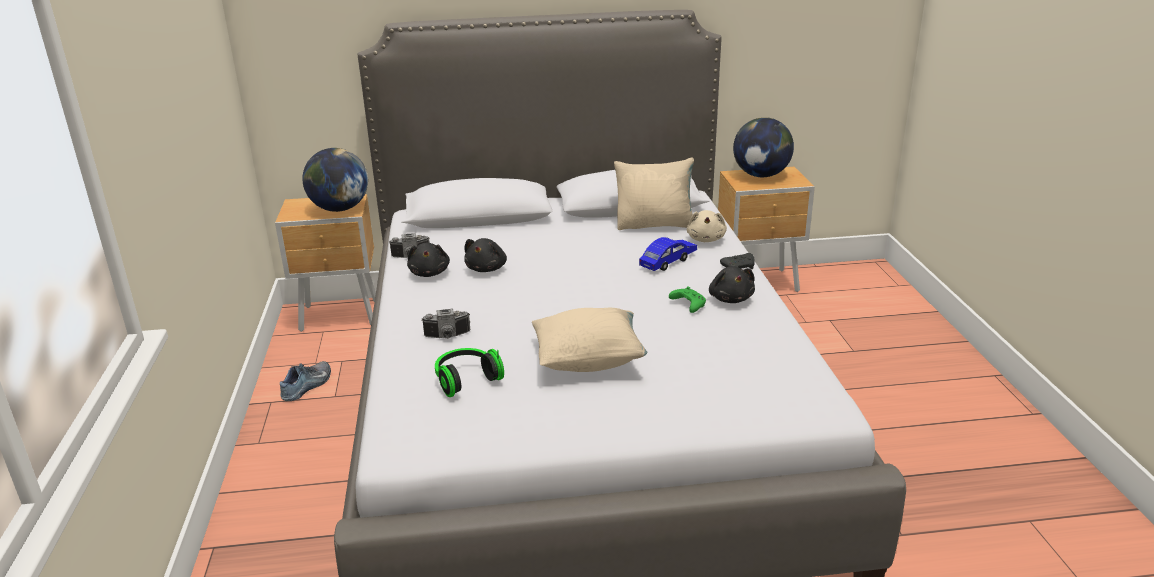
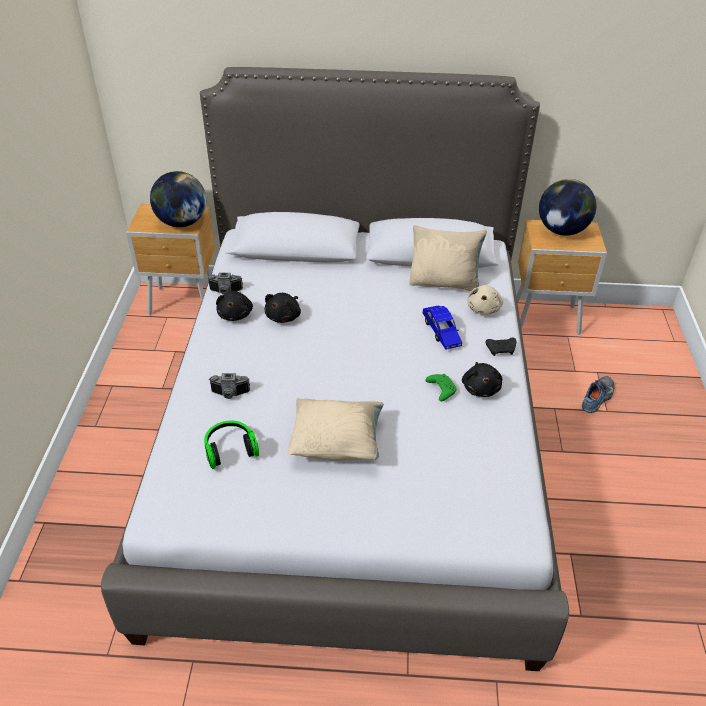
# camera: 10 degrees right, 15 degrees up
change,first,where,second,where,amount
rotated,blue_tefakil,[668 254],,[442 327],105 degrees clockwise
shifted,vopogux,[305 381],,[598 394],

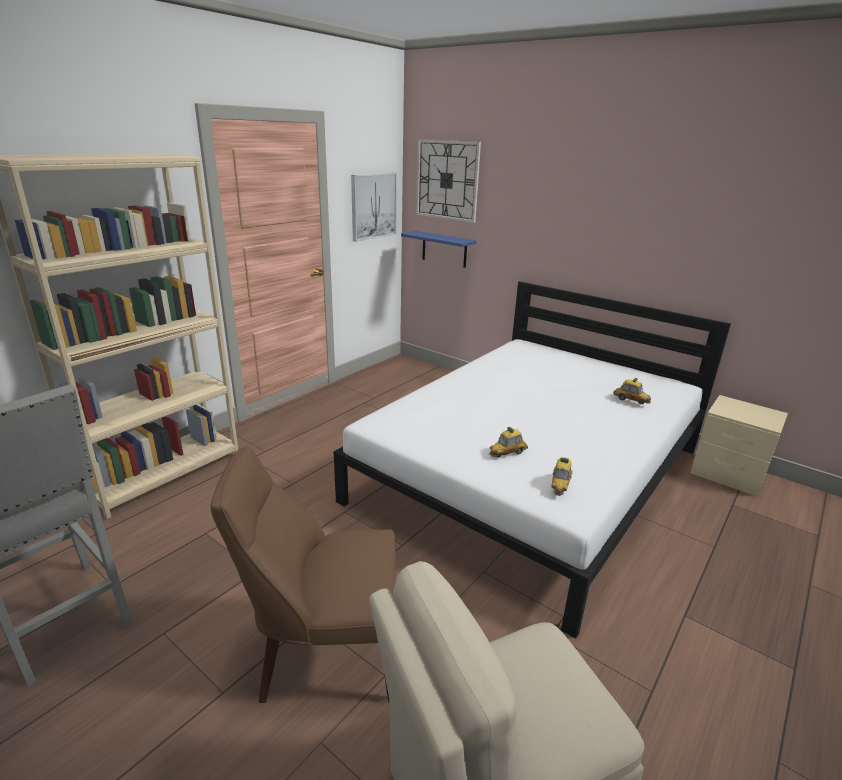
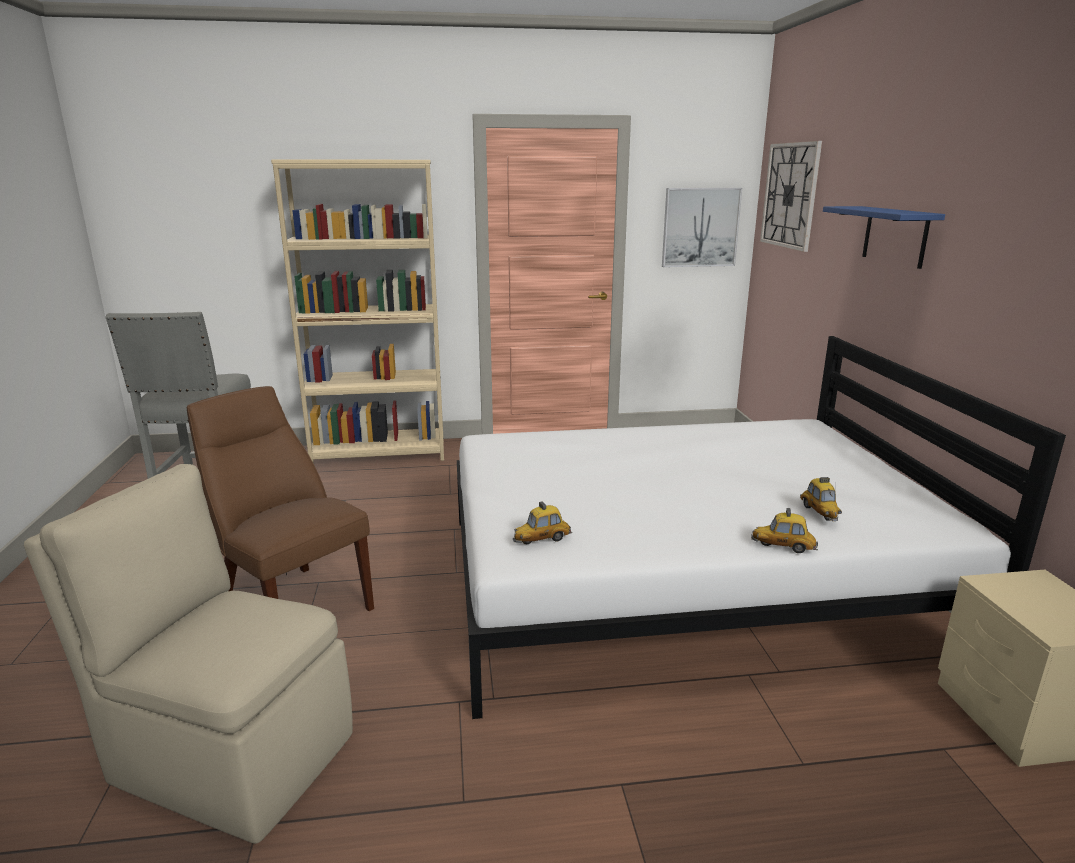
# camera: 45 degrees right, 5 degrees down
change,first,where,second,where,amount
shifted,tefakil,[508 442],,[784 530],
shifted,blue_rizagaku,[439 249],,[884 237],

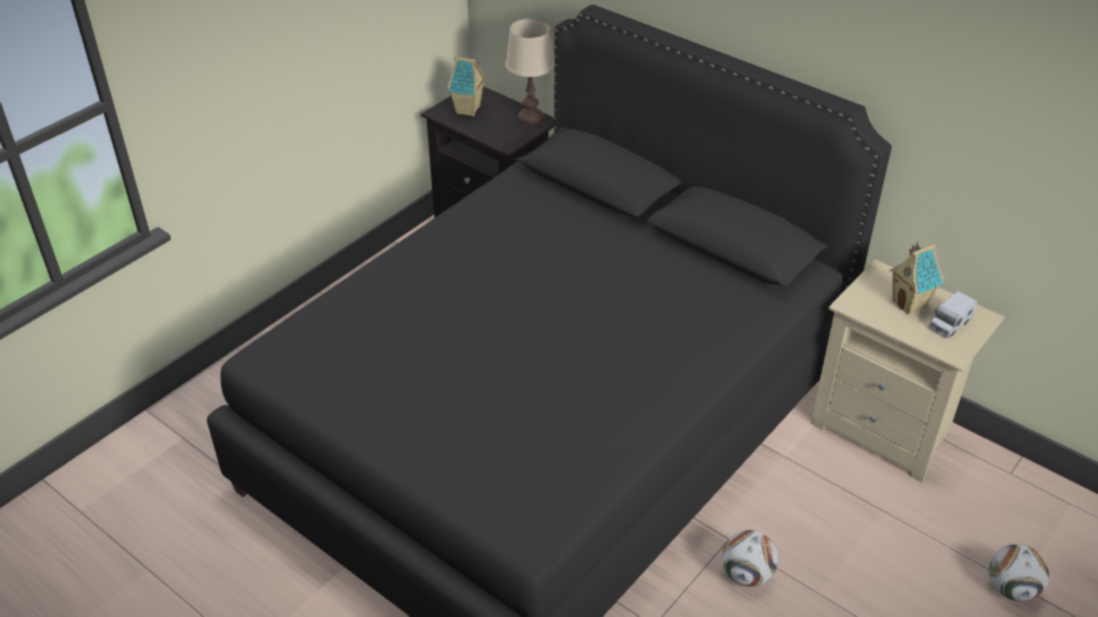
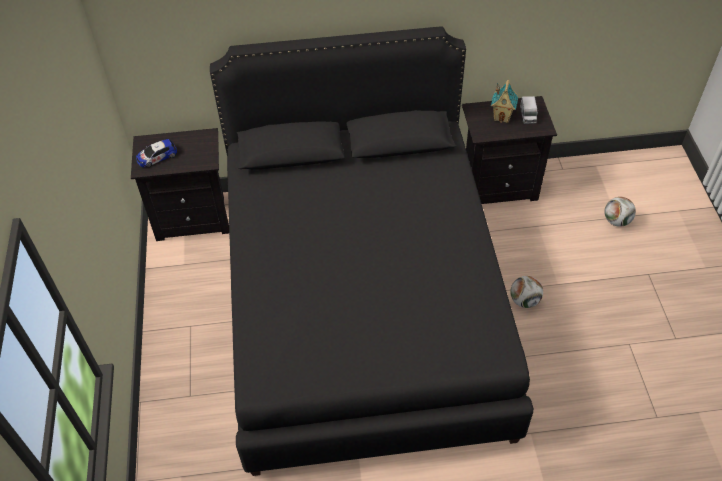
# camera: 45 degrees left, 10 degrees up
change,first,where,second,where,amount
swapped,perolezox,[466 86],tefakil,[156 153],
repainted,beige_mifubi,[908 371],black_mifubi,[509 150],
gone,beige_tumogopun,[529 72],,,

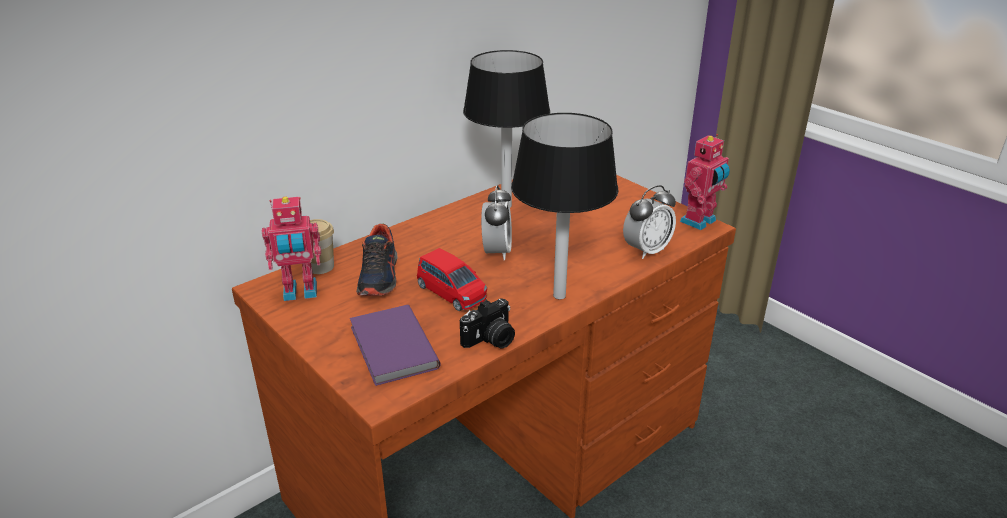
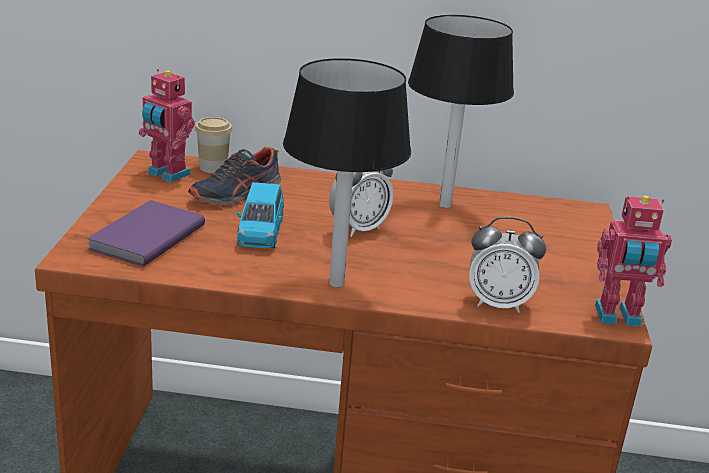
# camera: 45 degrees right, 5 degrees down
change,first,where,second,where,amount
repainted,red_tefakil,[452 279],blue_tefakil,[260 215],
gone,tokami,[487 323],,,

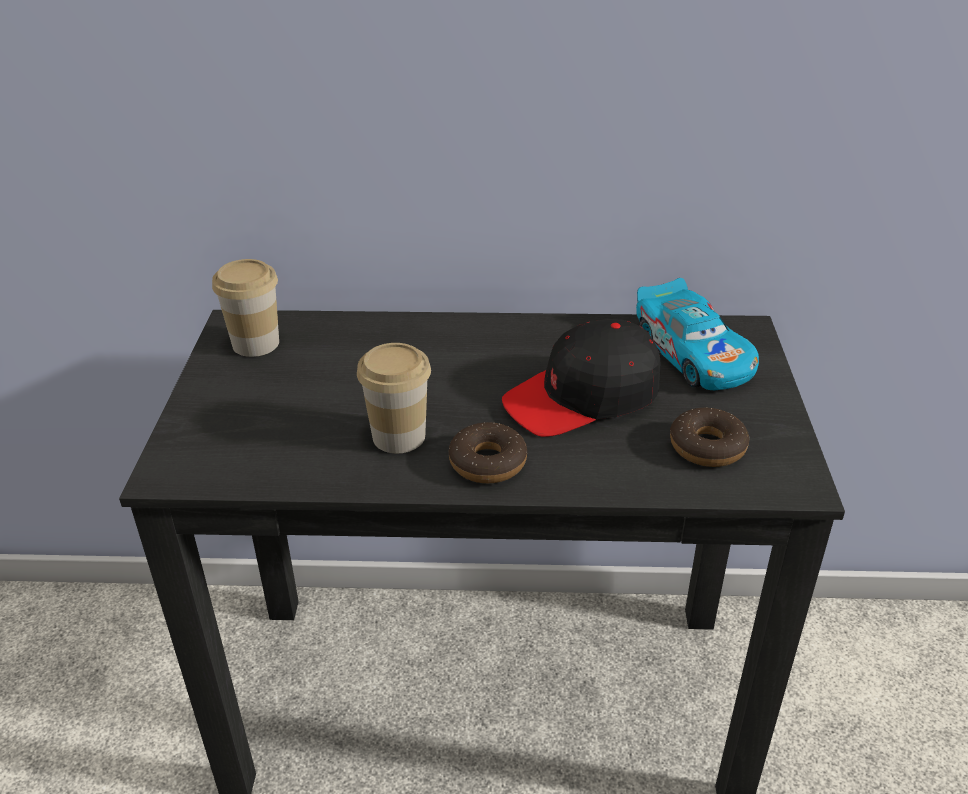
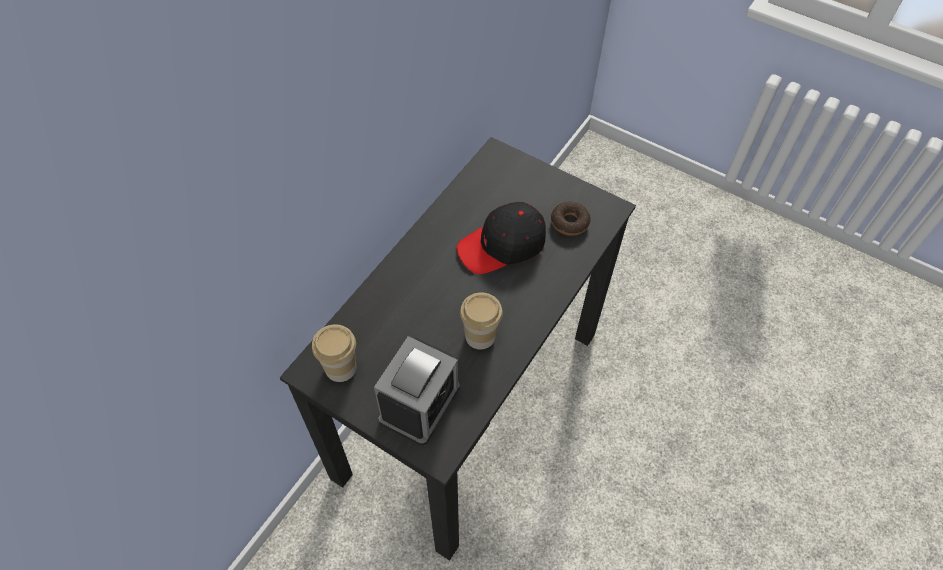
# camera: 60 degrees left, 20 degrees up
change,first,where,second,where,amount
new,,,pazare,[417 391],
rotated,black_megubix,[581 378],,[501 238],60 degrees clockwise
gone,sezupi,[488 452],,,
gone,tefakil,[697 334],,,

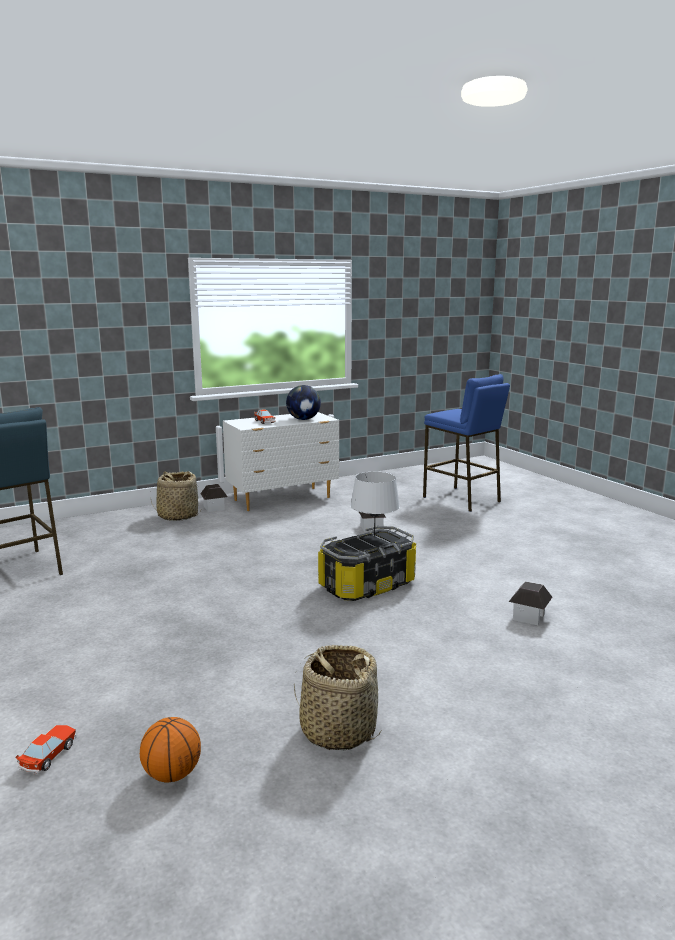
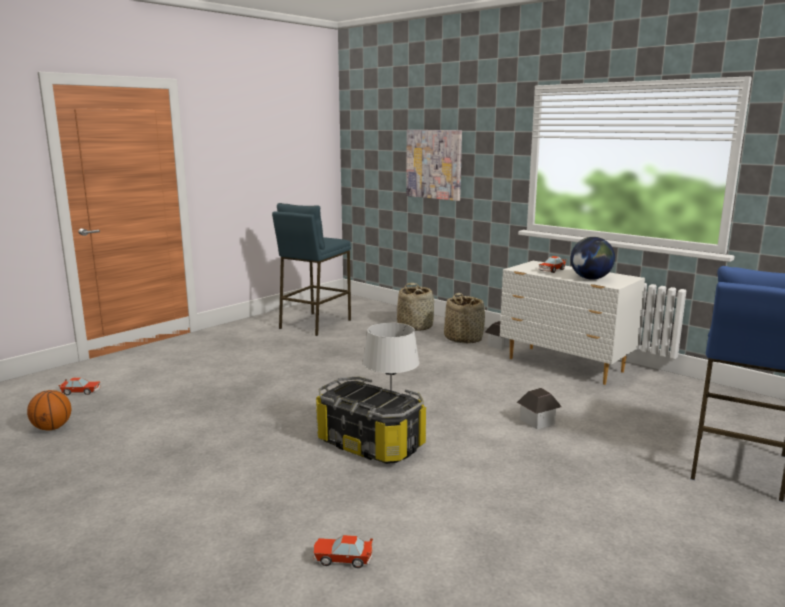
# camera: 70 degrees right, 0 degrees up
change,first,where,second,where,amount
swapped,perolezox,[530 603],tefakil,[344 551],
shifted,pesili,[337 697],,[415 307],
new,,,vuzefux,[434 165],

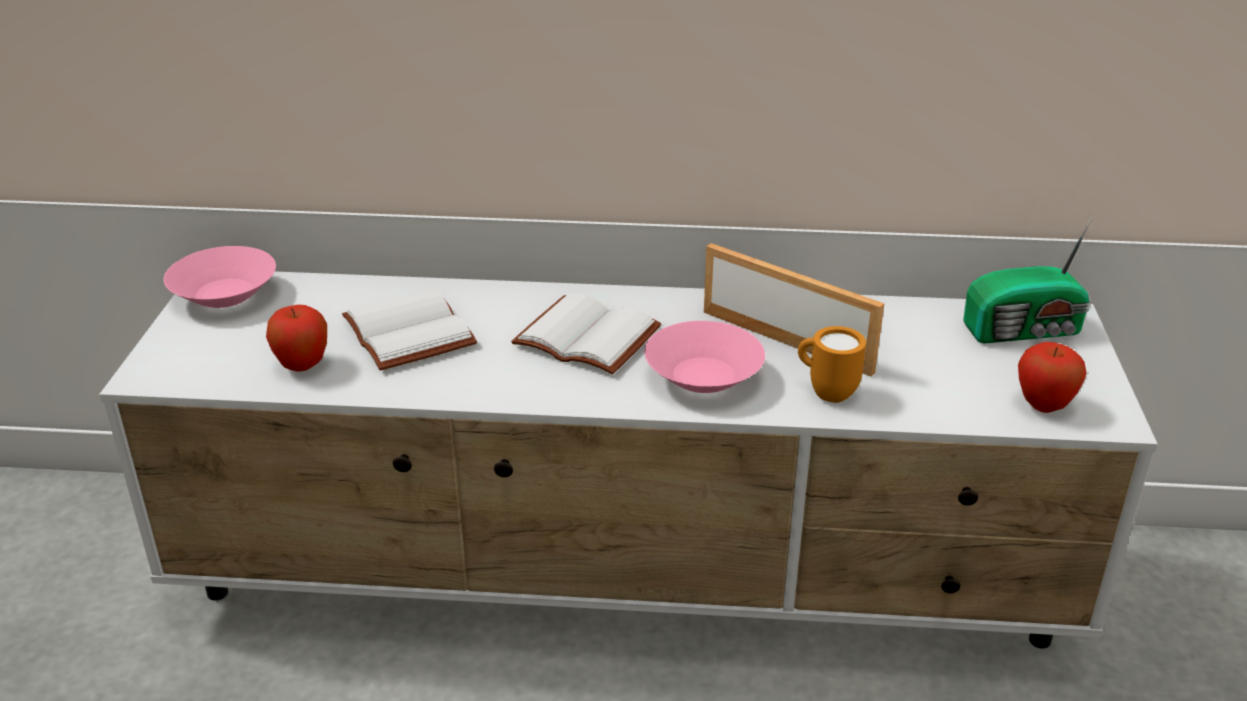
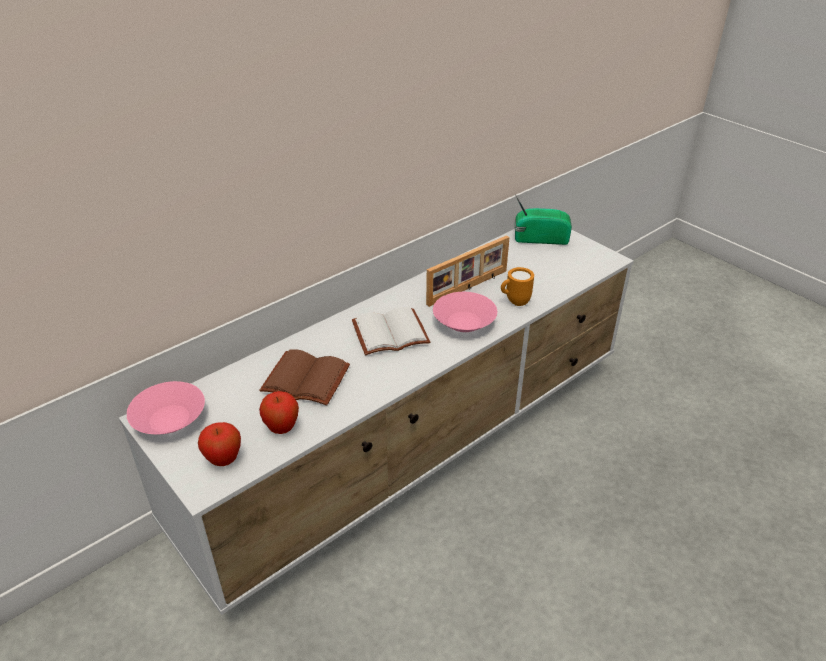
# camera: 45 degrees left, 5 degrees up
change,first,where,second,where,amount
shifted,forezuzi,[1052 377],,[219 444],
repainted,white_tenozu,[409 329],brown_tenozu,[305 377],
rotated,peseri,[794 310],,[468 271],150 degrees clockwise
rotated,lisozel,[1028 280],,[543 219],120 degrees counterclockwise

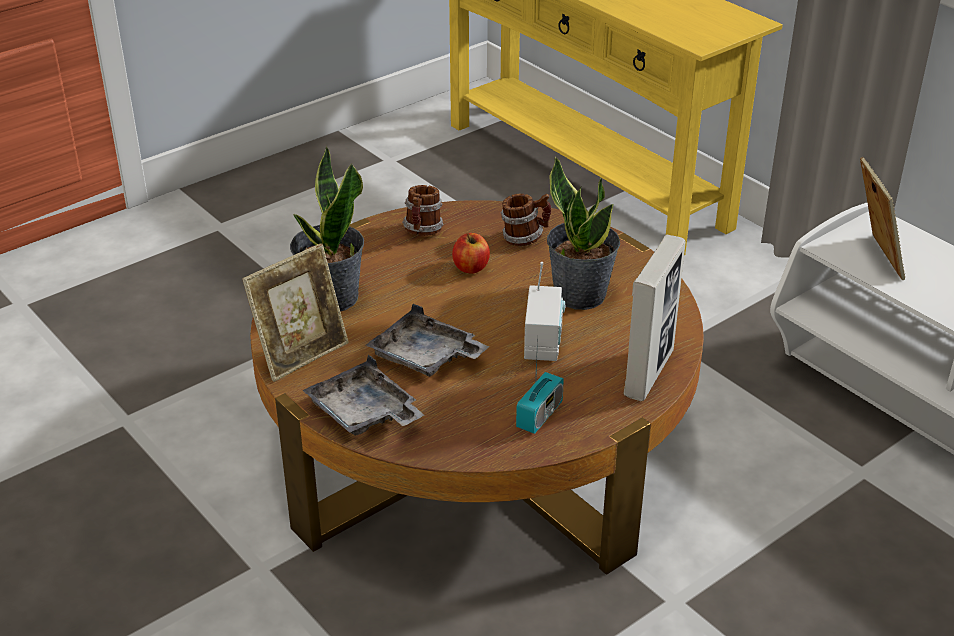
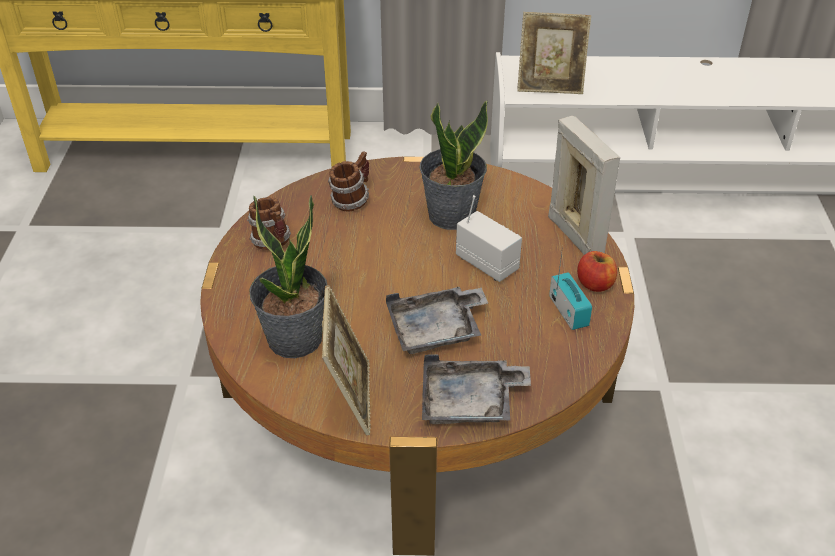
# camera: 50 degrees left, 5 degrees up
change,first,where,second,where,amount
rotated,peseri,[882 218],,[554 53],150 degrees clockwise
shifted,forezuzi,[471 253],,[597 271],

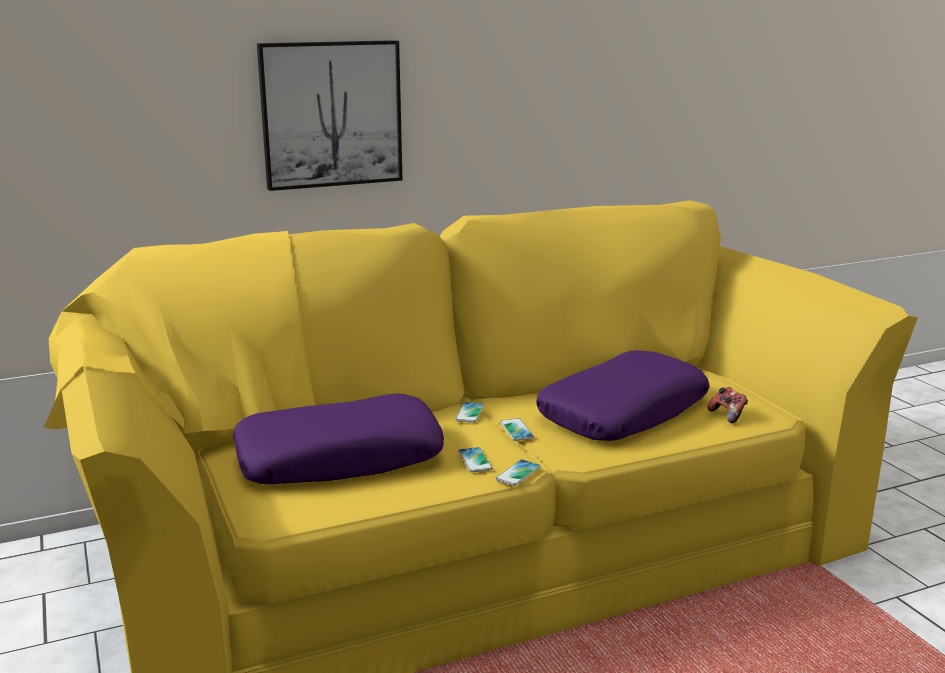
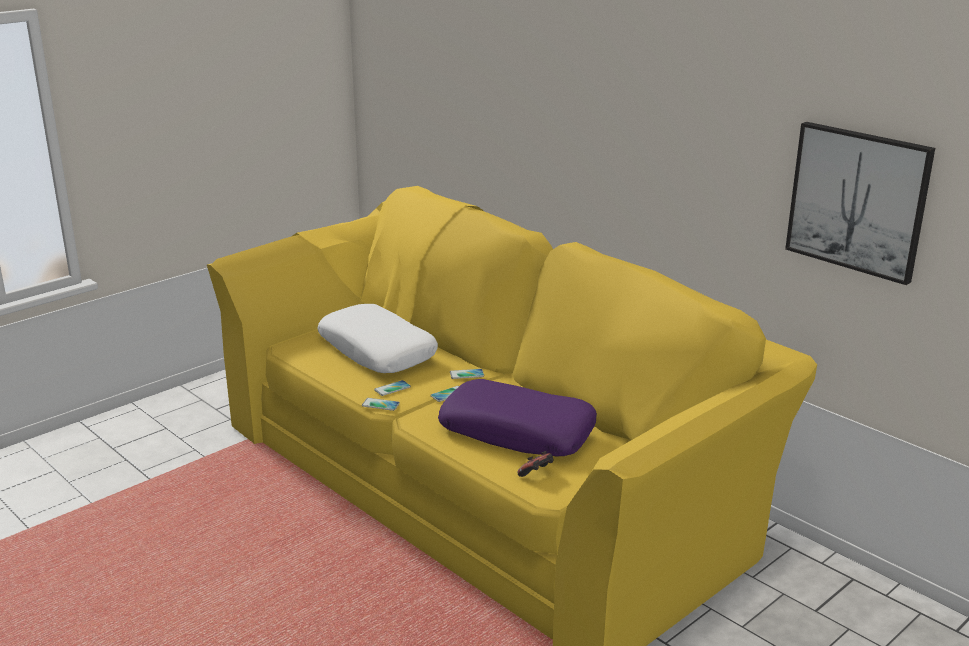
# camera: 70 degrees right, 5 degrees up
change,first,where,second,where,amount
repainted,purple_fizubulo,[338 439],white_fizubulo,[378 338],
shifted,vuzefux,[330 115],,[860 203],

